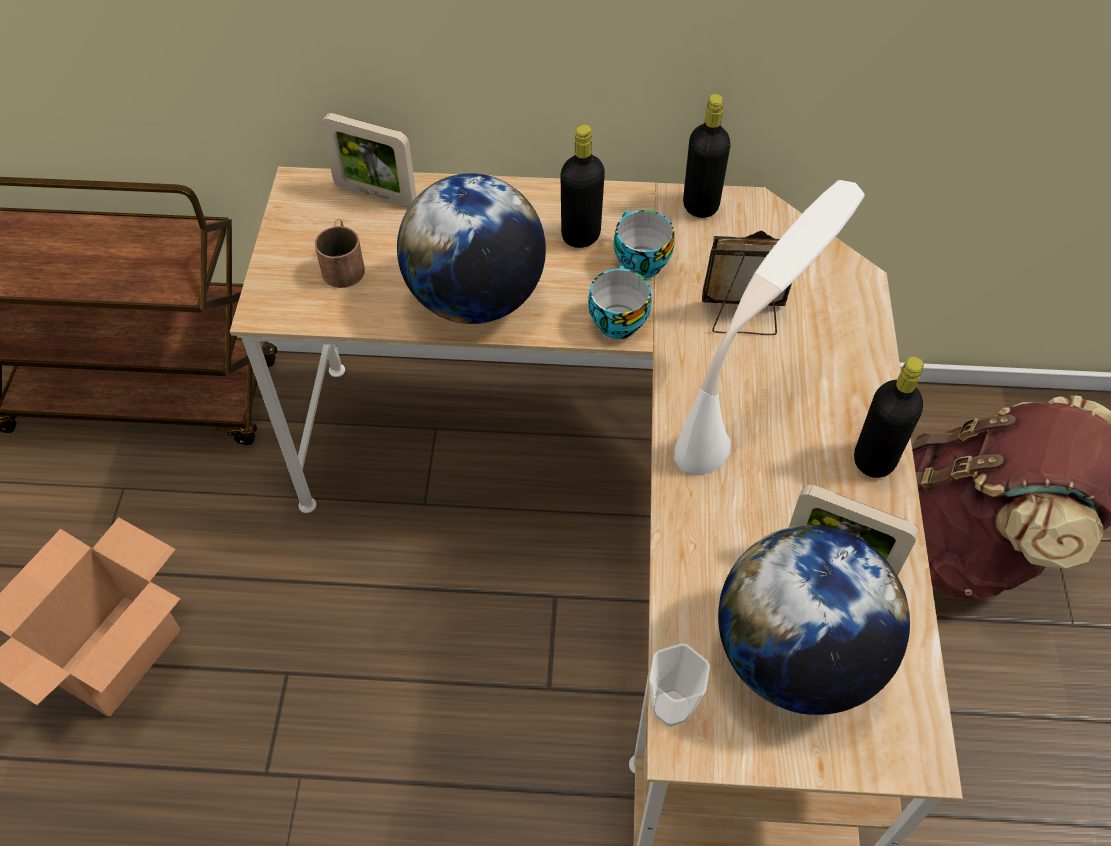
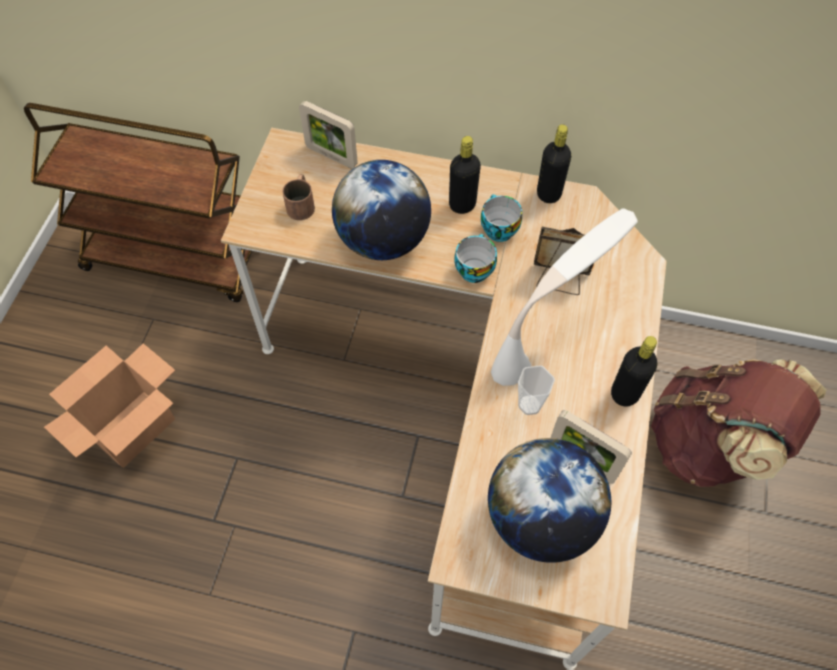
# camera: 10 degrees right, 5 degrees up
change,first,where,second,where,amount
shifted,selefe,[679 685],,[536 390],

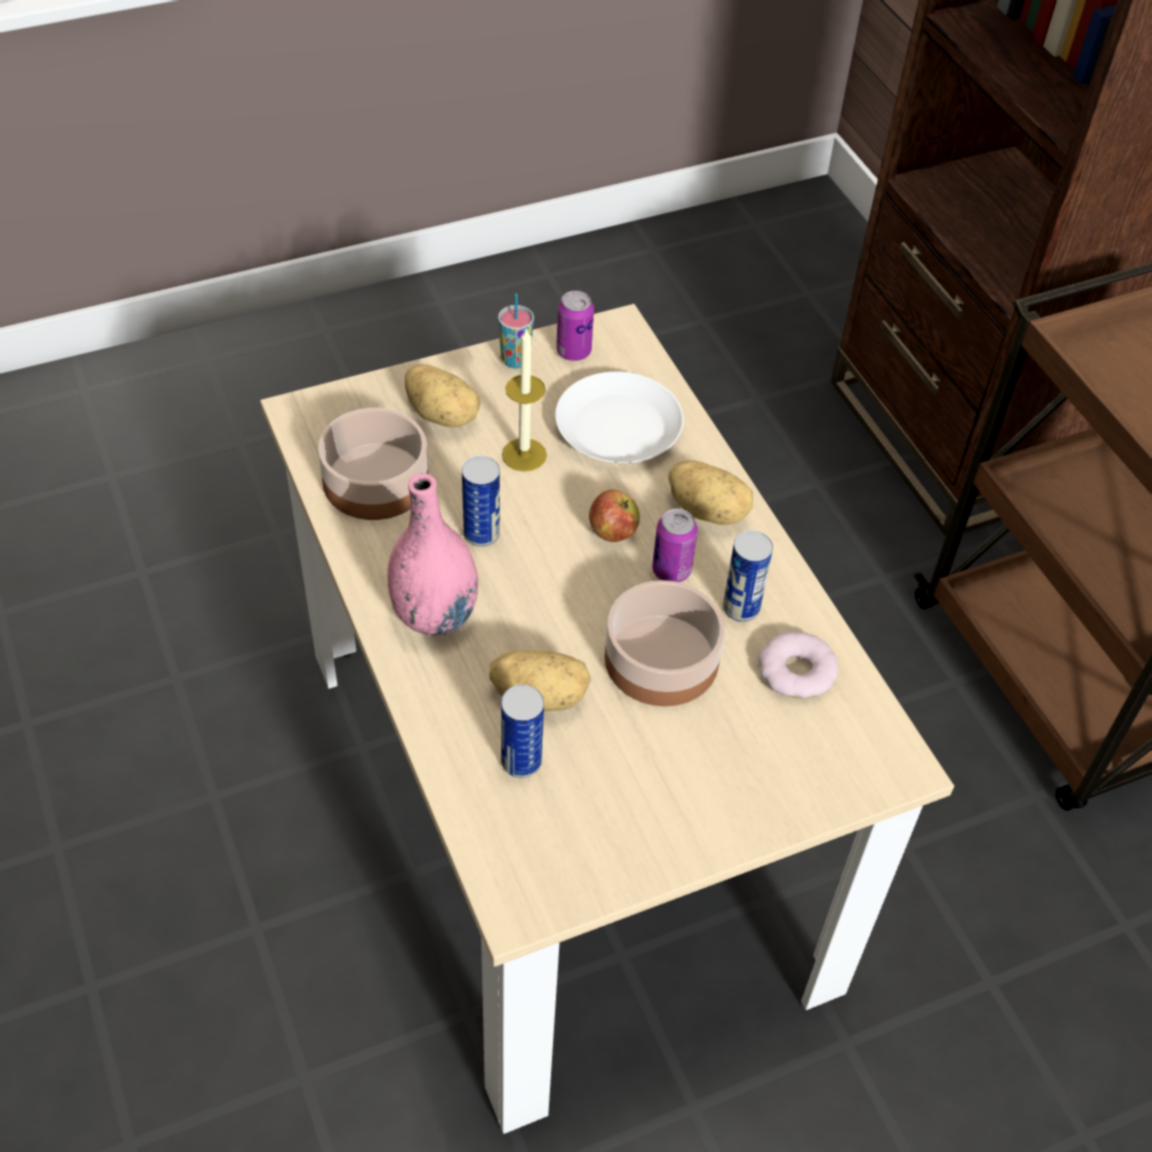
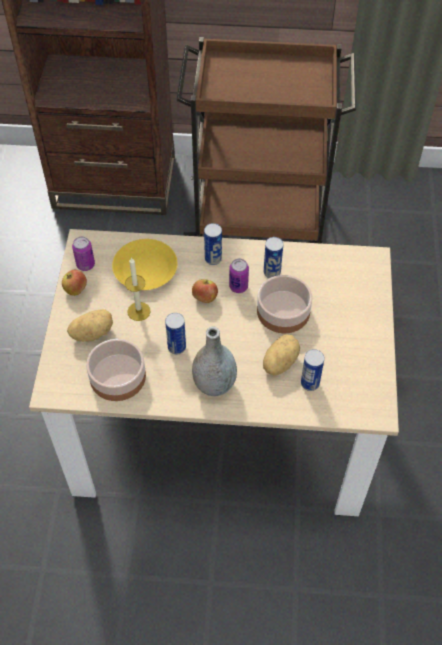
# camera: 60 degrees left, 5 degrees up
change,first,where,second,where,amount
swapped,selefe,[516 330],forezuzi,[74 283],
repainted,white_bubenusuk,[619 417],yellow_bubenusuk,[144 264],
repainted,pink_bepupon,[432 554],grey_bepupon,[214 361],
swapped,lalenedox,[710 492],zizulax,[213 244],
gone,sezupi,[798 665],,,

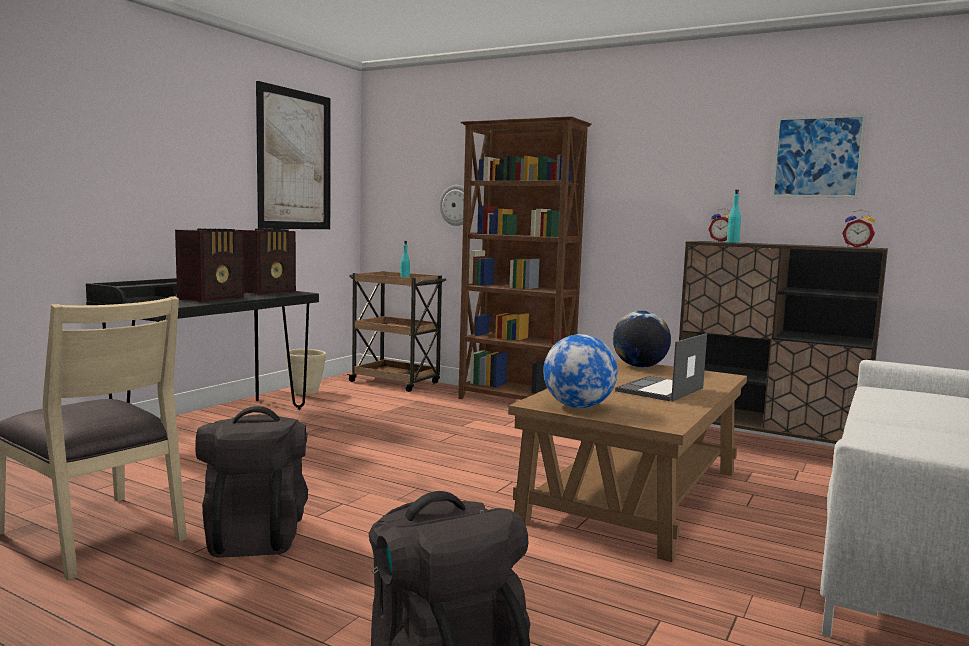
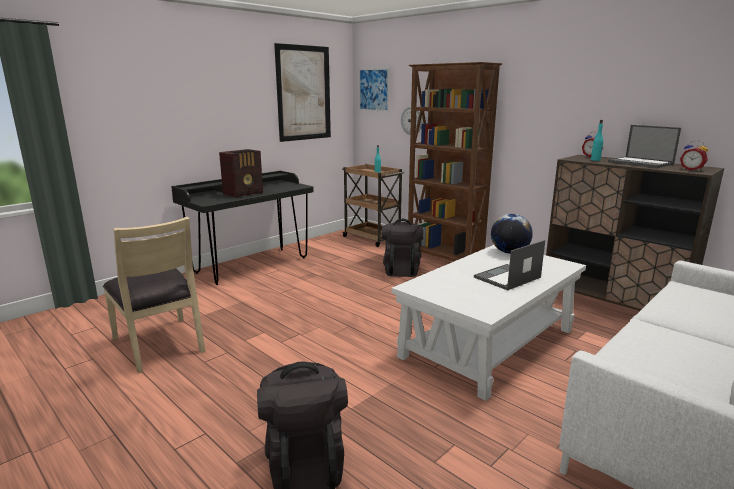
# camera: 15 degrees right, 10 degrees up
change,first,where,second,where,amount
shifted,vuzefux,[819 156],,[374 90],
shifted,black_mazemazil,[251 482],,[402 248],
repainted,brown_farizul,[627 460],white_farizul,[488 323],
new,,,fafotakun,[644 146],
gone,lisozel,[266 262],,,
gone,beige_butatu,[306 372],,,
gone,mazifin,[580 371],,,

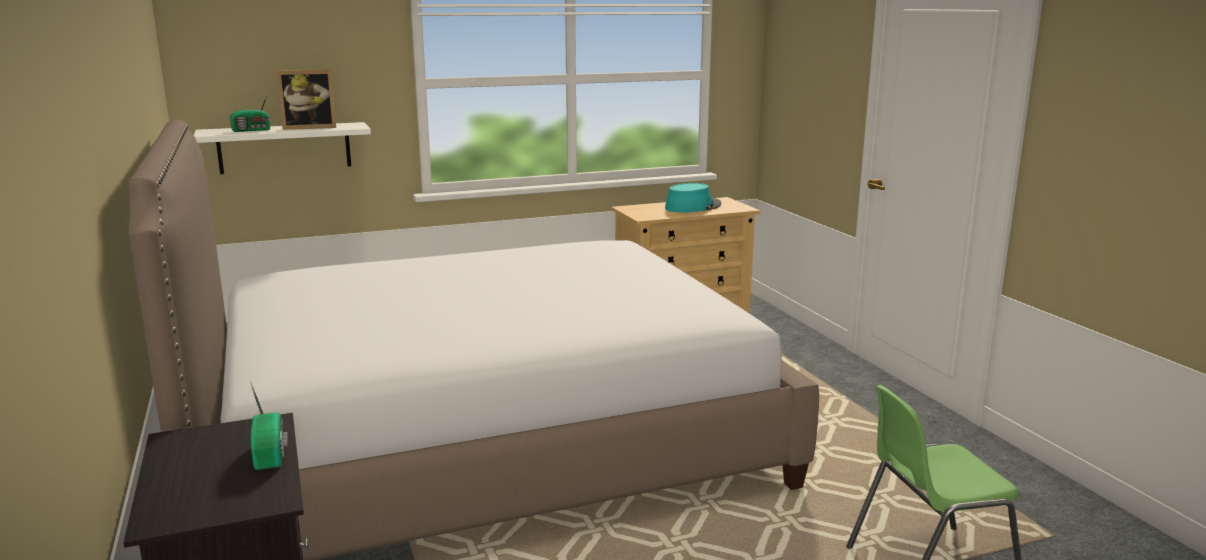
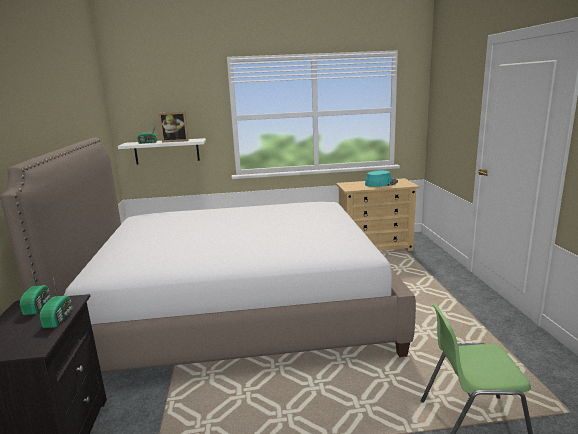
# camera: 15 degrees right, 0 degrees up
change,first,where,second,where,amount
new,,,lisozel,[35 291],

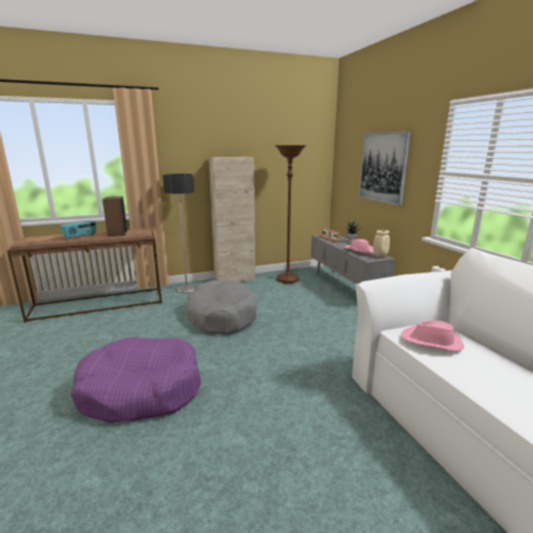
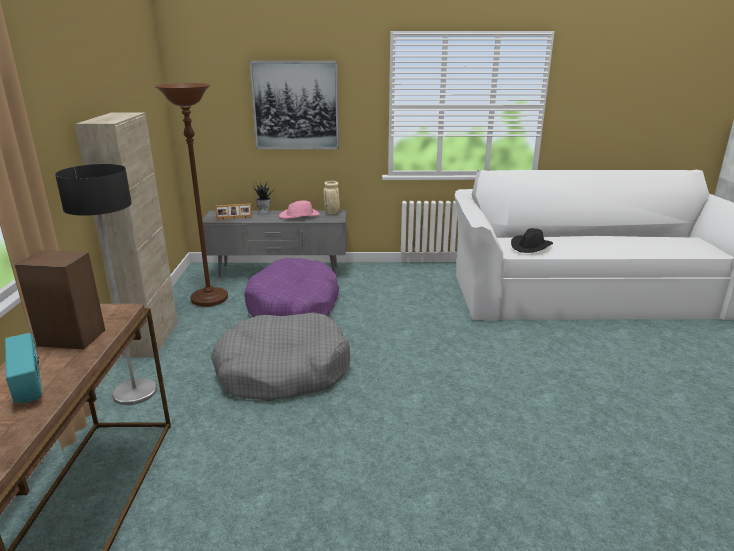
# camera: 70 degrees left, 5 degrees up
change,first,where,second,where,amount
shifted,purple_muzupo,[136 380],,[291 287],
repainted,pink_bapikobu,[432 335],black_bapikobu,[532 240],

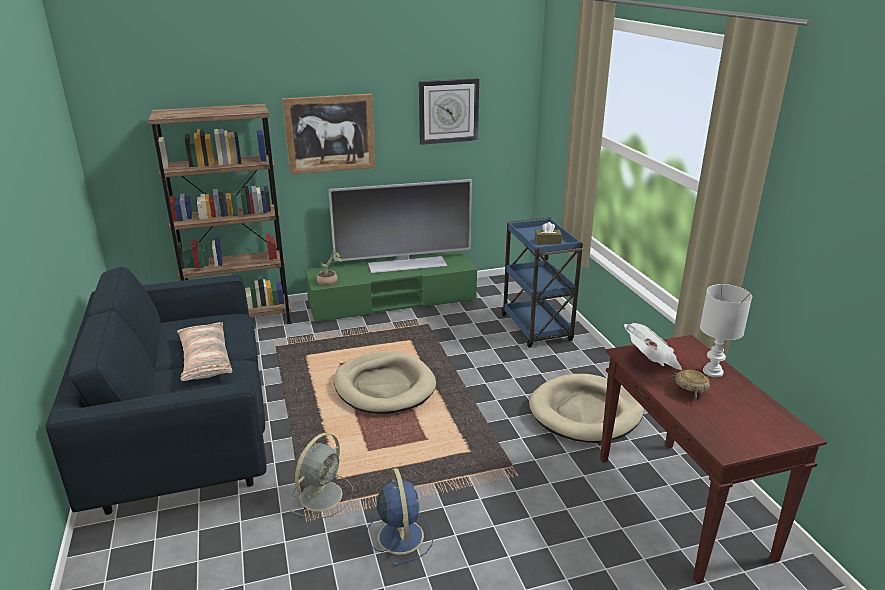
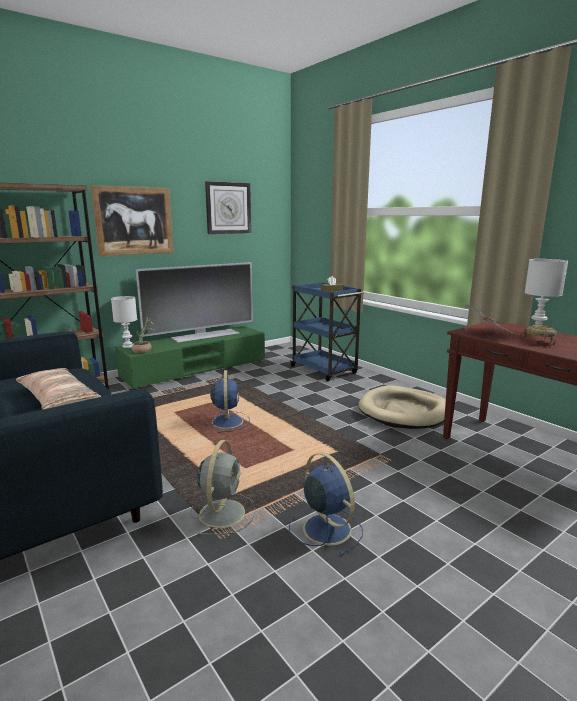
# camera: 20 degrees left, 10 degrees down
change,first,where,second,where,amount
new,,,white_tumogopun,[124 322],
swapped,beige_muzupo,[385 382],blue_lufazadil,[227 401],

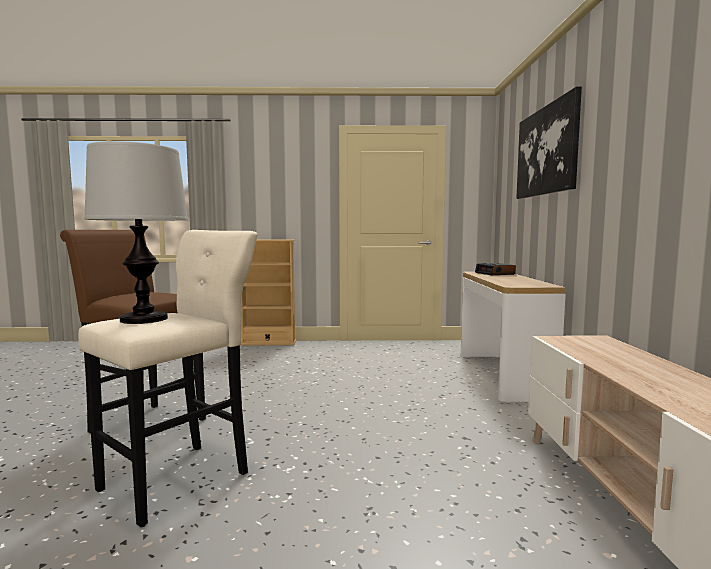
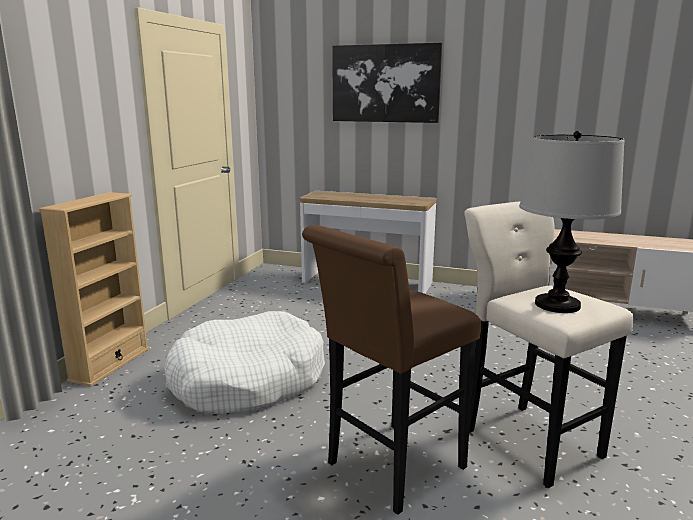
# camera: 70 degrees left, 10 degrees up
change,first,where,second,where,amount
new,,,white_muzupo,[245 362],
gone,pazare,[495 269],,,

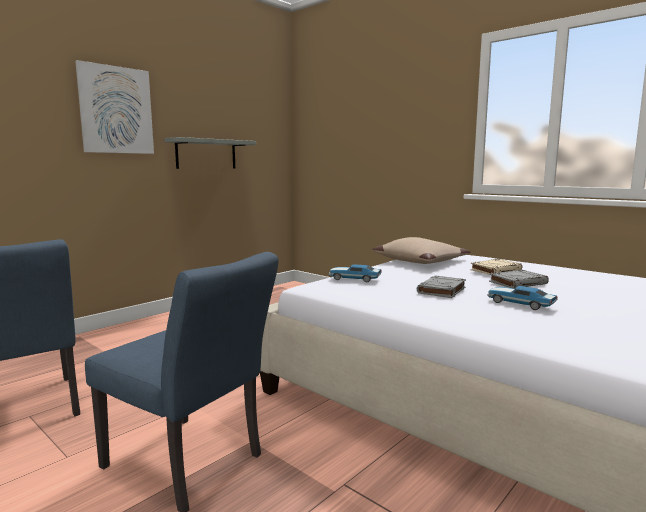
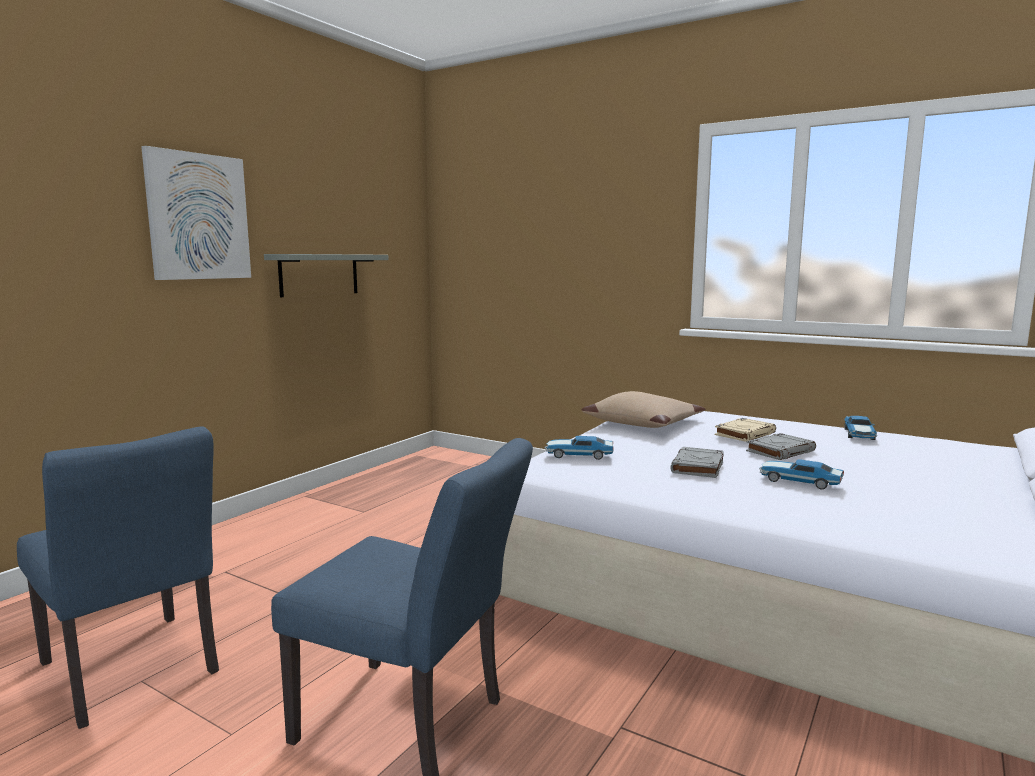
# camera: 10 degrees left, 0 degrees up
change,first,where,second,where,amount
new,,,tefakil,[860 428],

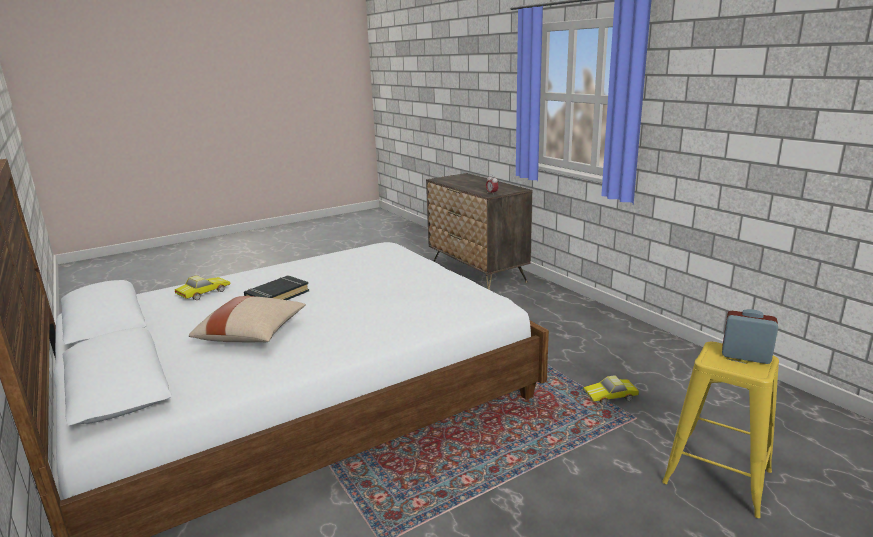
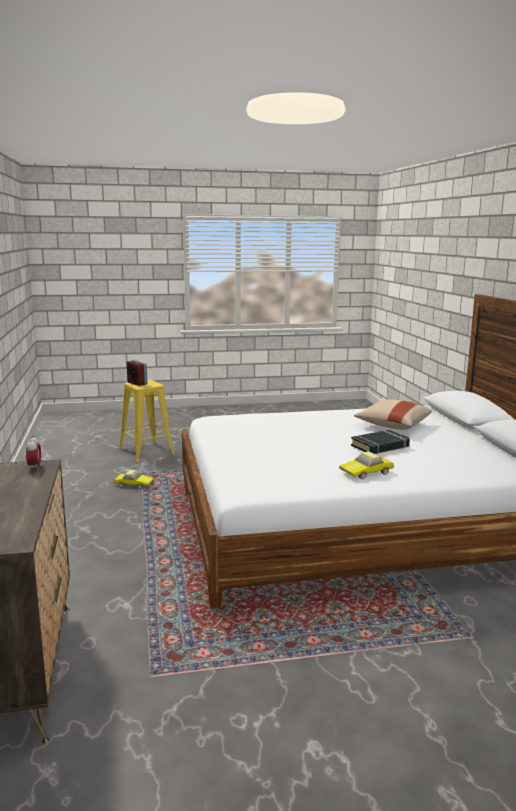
# camera: 160 degrees left, 5 degrees down
change,first,where,second,where,amount
shifted,tefakil,[203 287],,[366 465],

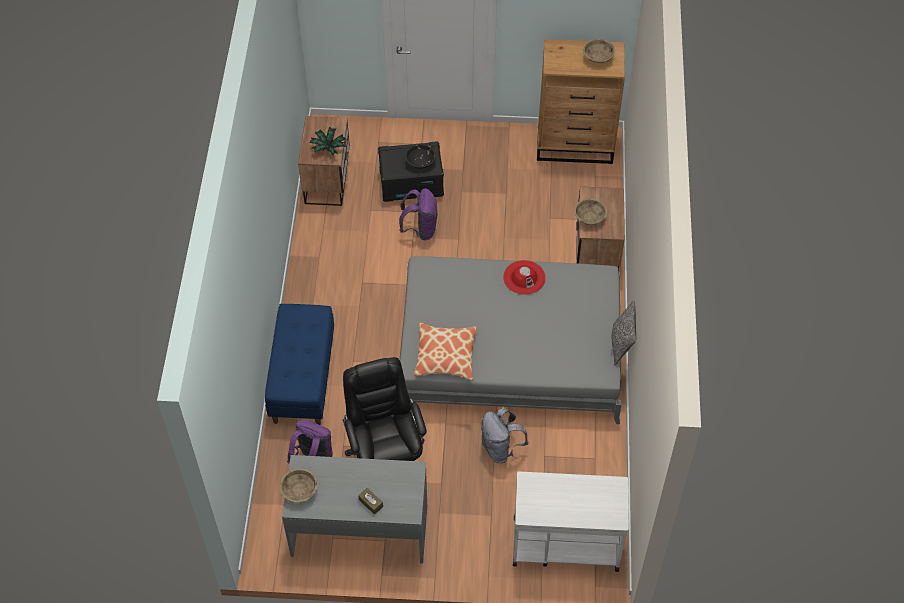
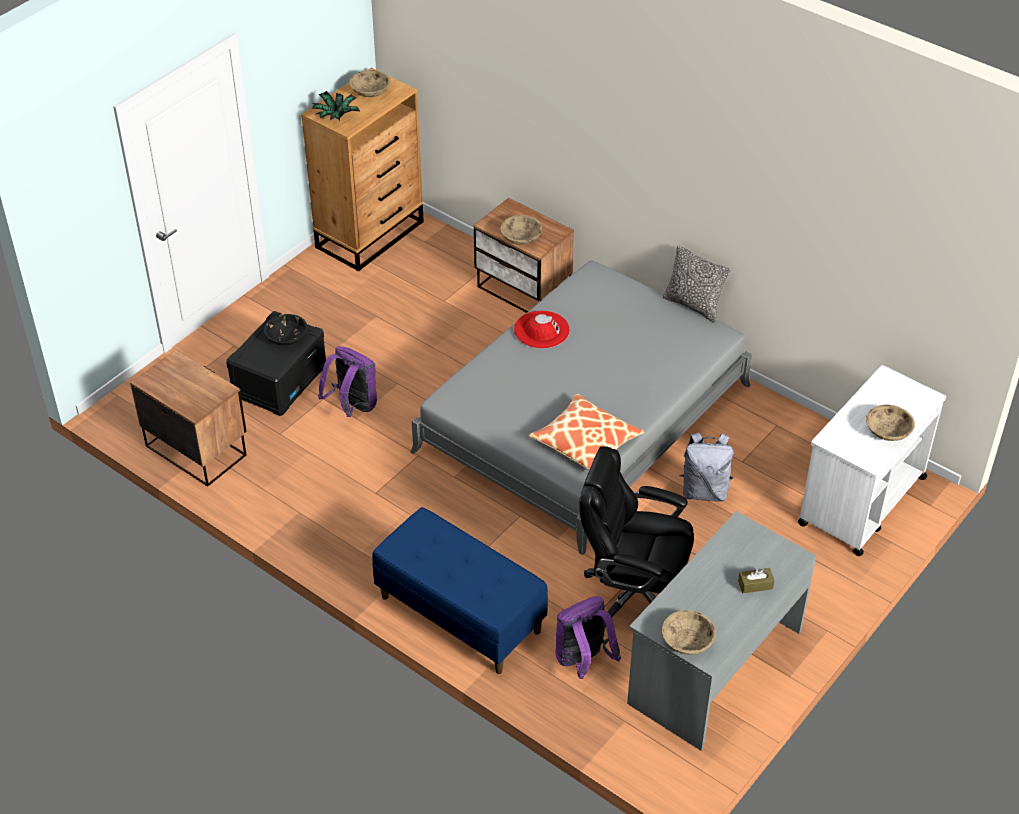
# camera: 55 degrees left, 10 degrees down
change,first,where,second,where,amount
shifted,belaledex,[327 141],,[336 106],
new,,,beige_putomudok,[890 422],

